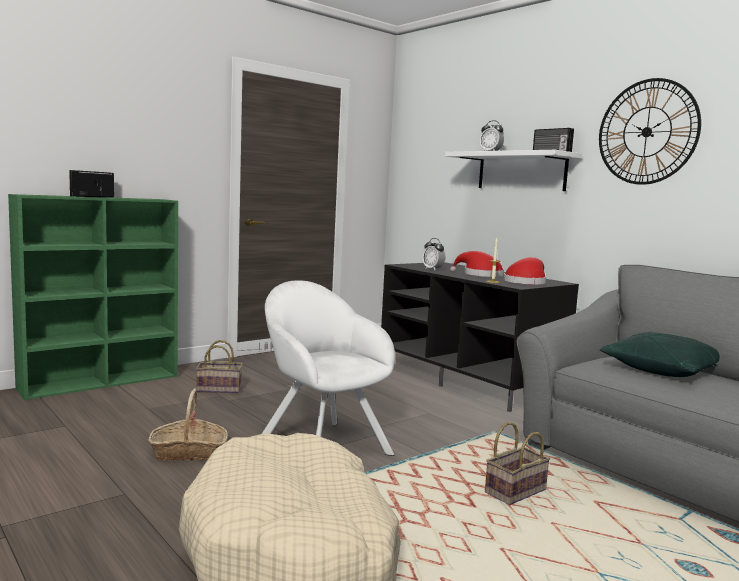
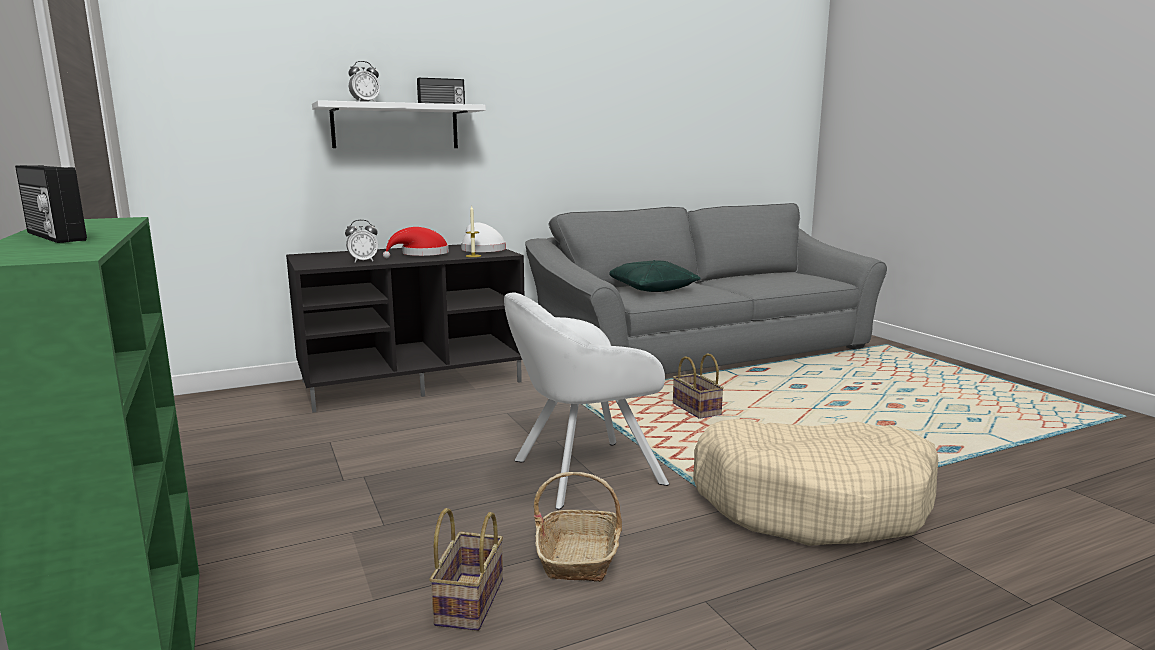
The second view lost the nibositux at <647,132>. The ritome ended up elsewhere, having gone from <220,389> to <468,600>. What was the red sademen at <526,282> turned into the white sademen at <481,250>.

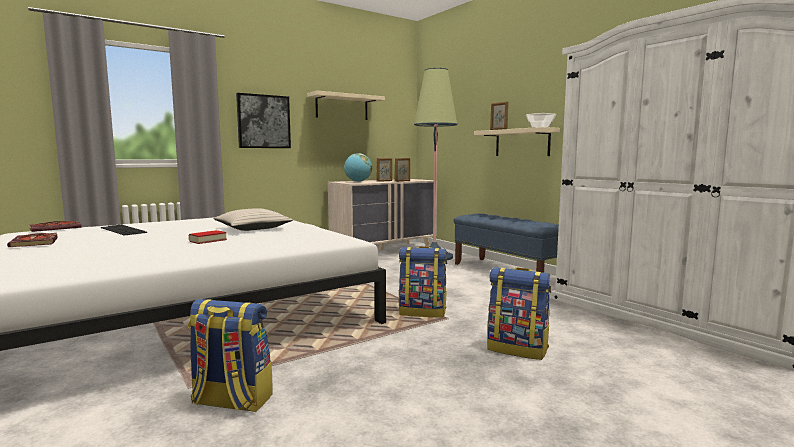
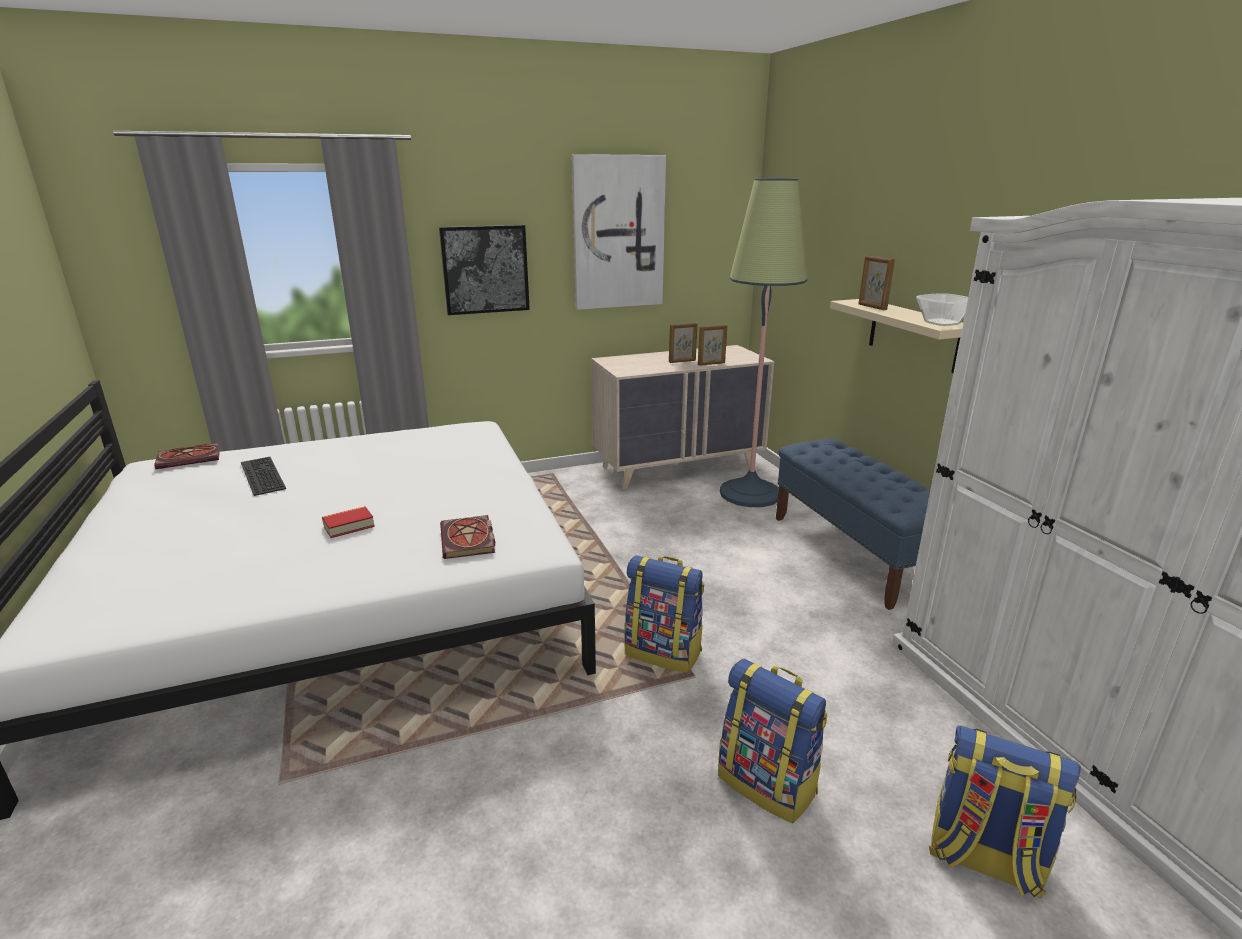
The second view lost the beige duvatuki at <253,228>. The second view lost the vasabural at <358,181>. The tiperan ended up elsewhere, having gone from <35,242> to <469,540>. The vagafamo ended up elsewhere, having gone from <231,401> to <983,859>. Where the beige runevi hung at <342,107>, the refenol came to hang at <618,233>.

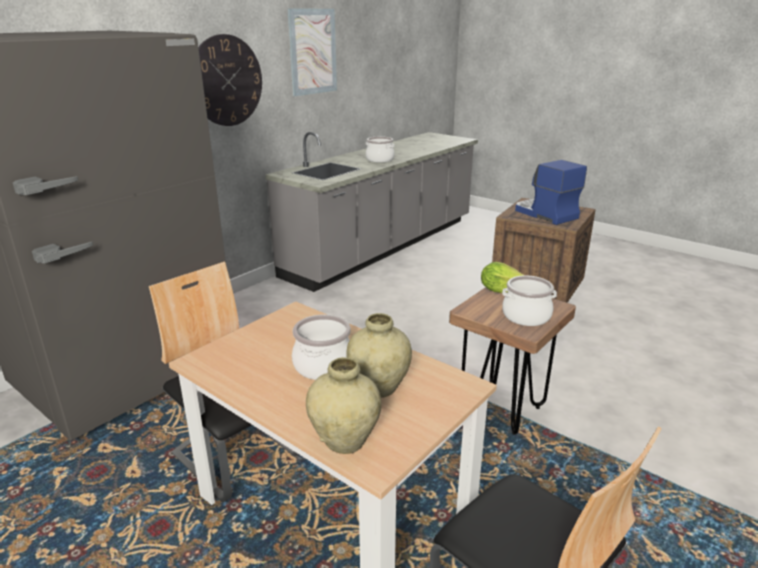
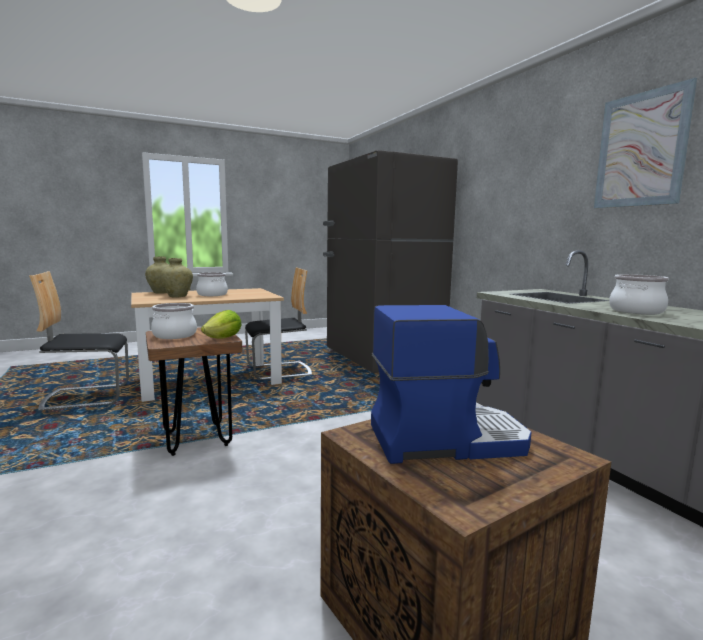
The second view lost the nibositux at <226,81>.

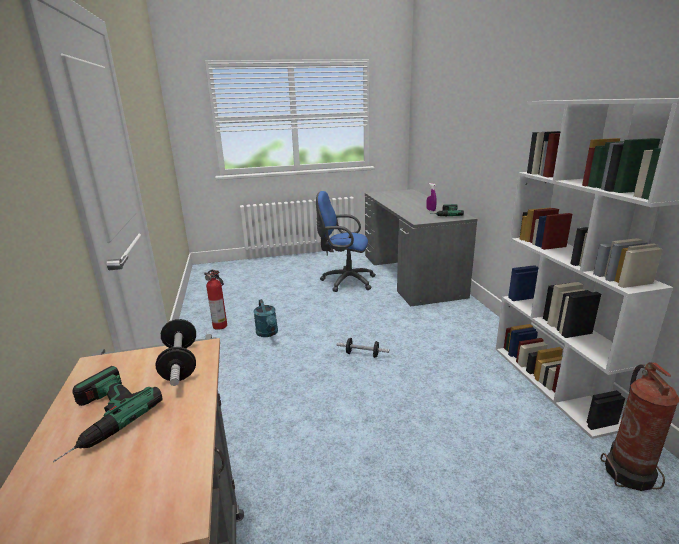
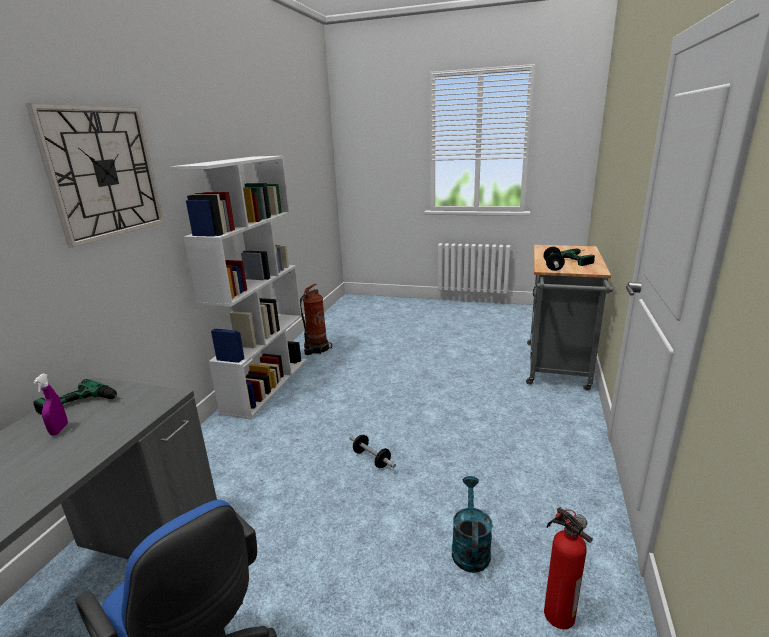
The second view gained the nibositux at <104,172>.

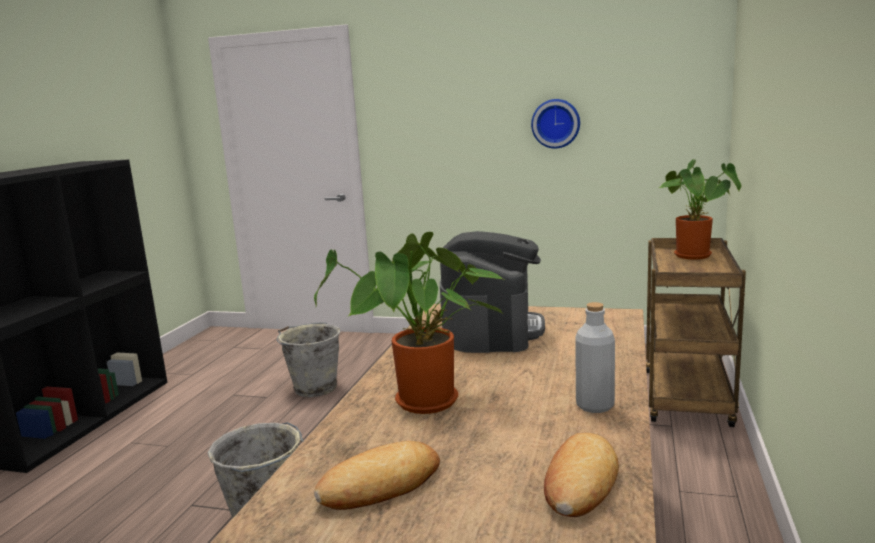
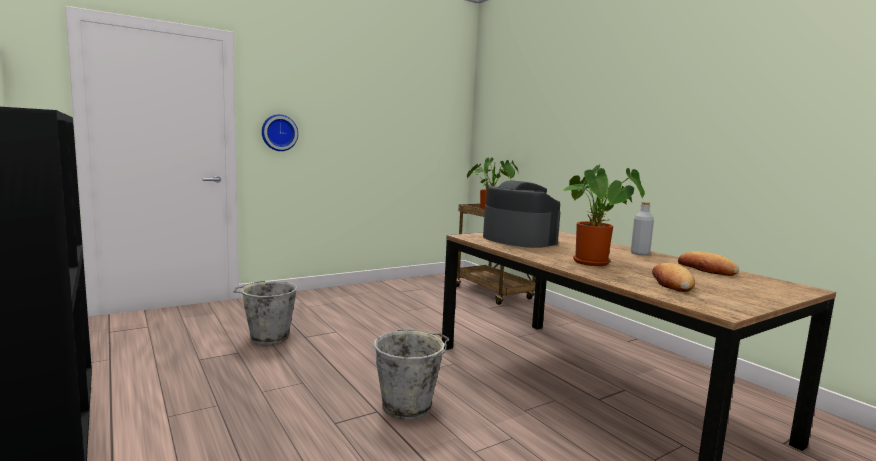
The nibositux ended up elsewhere, having gone from <556,123> to <279,132>.

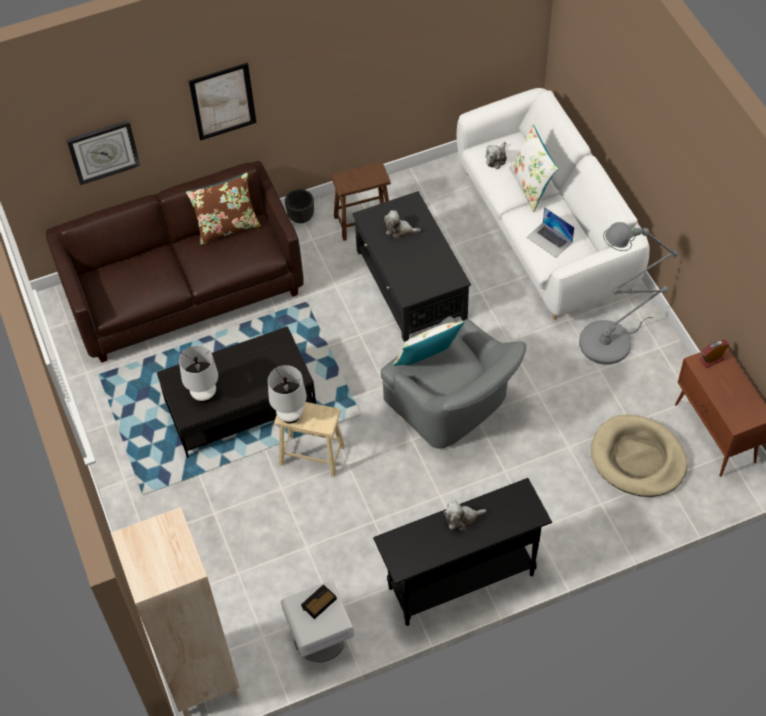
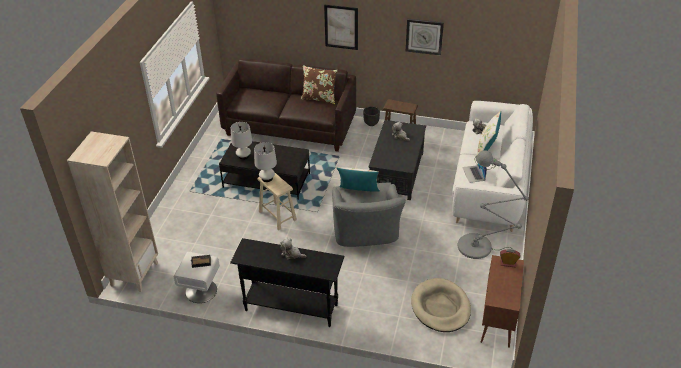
The nibositux ended up elsewhere, having gone from <103,151> to <424,36>.

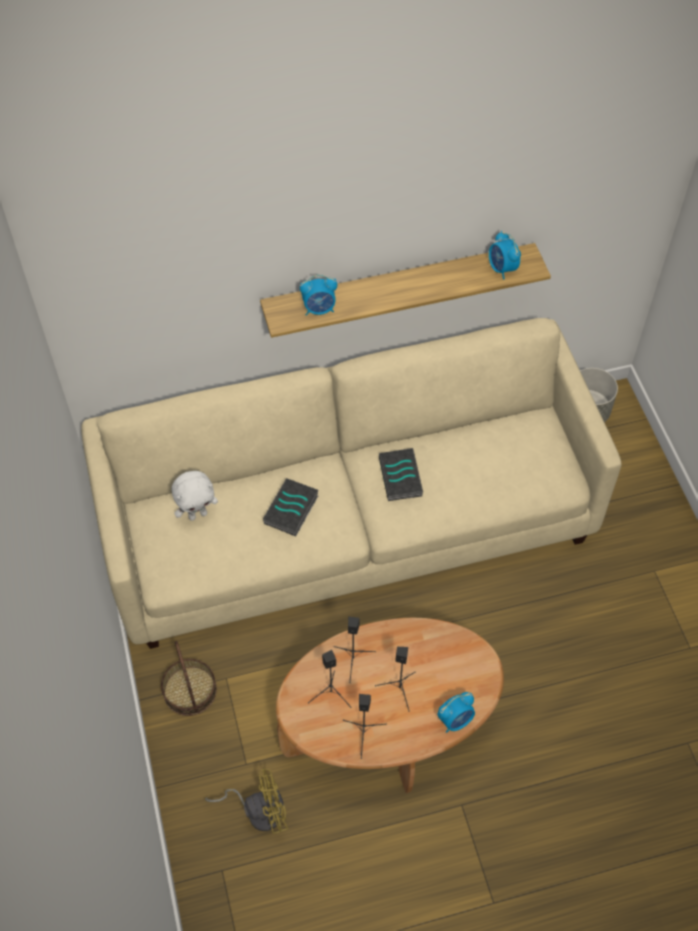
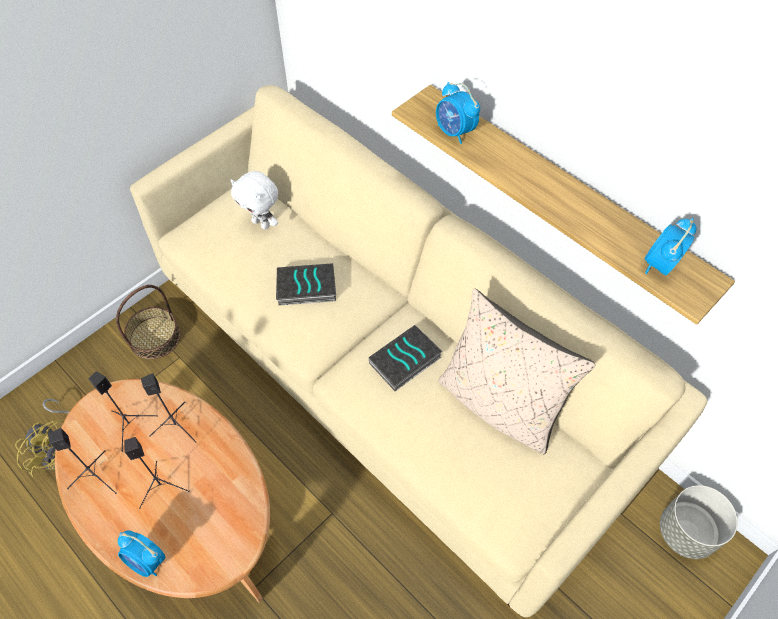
The second view gained the beige duvatuki at <500,404>.

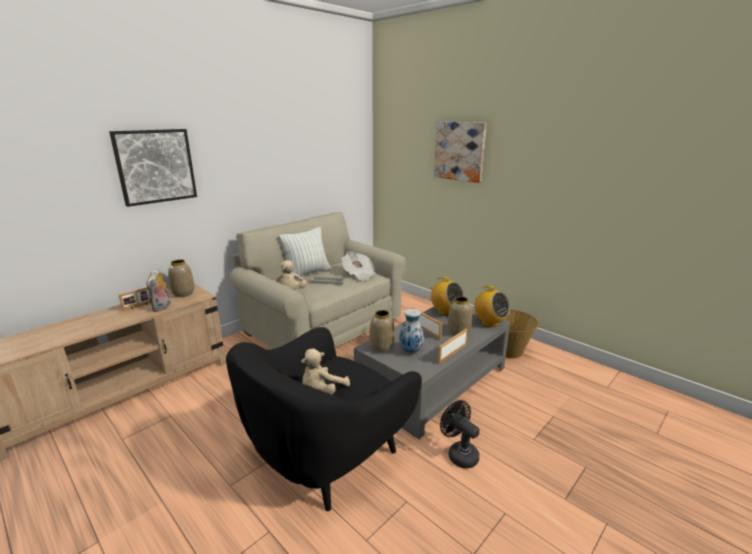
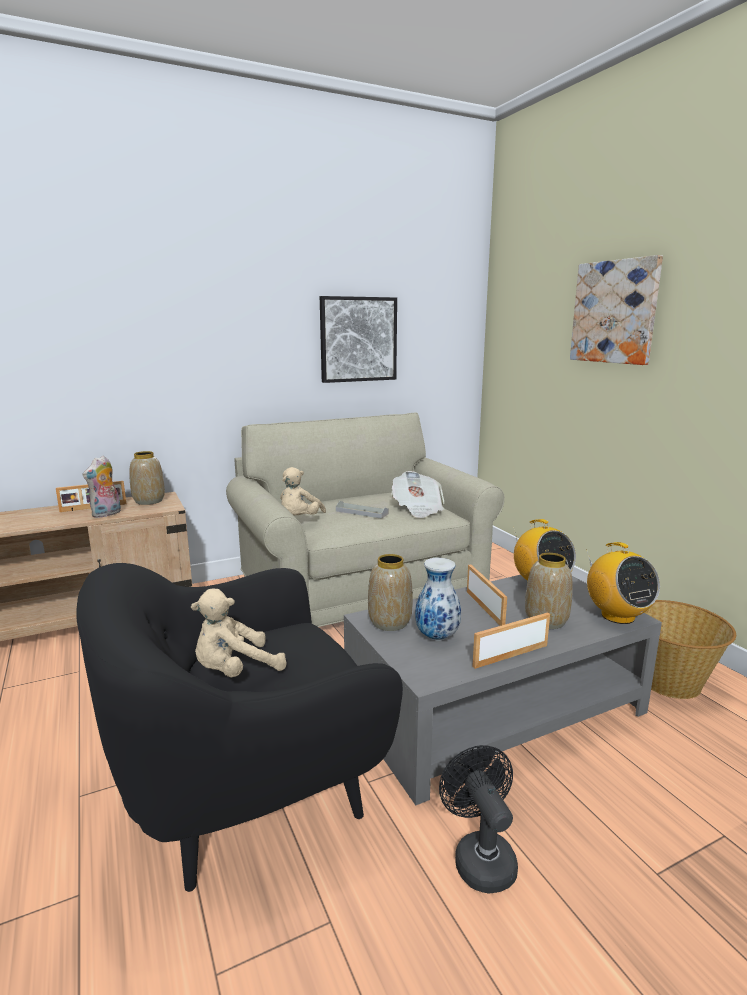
The second view lost the duvatuki at <307,273>. The refenol ended up elsewhere, having gone from <155,166> to <358,339>.

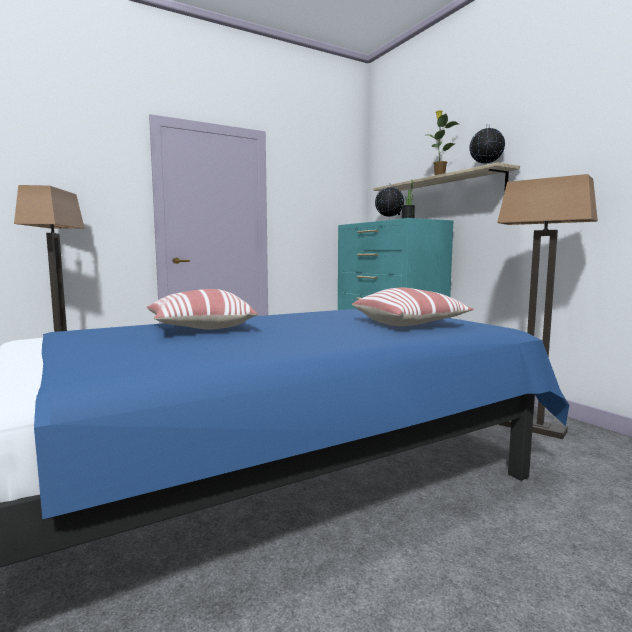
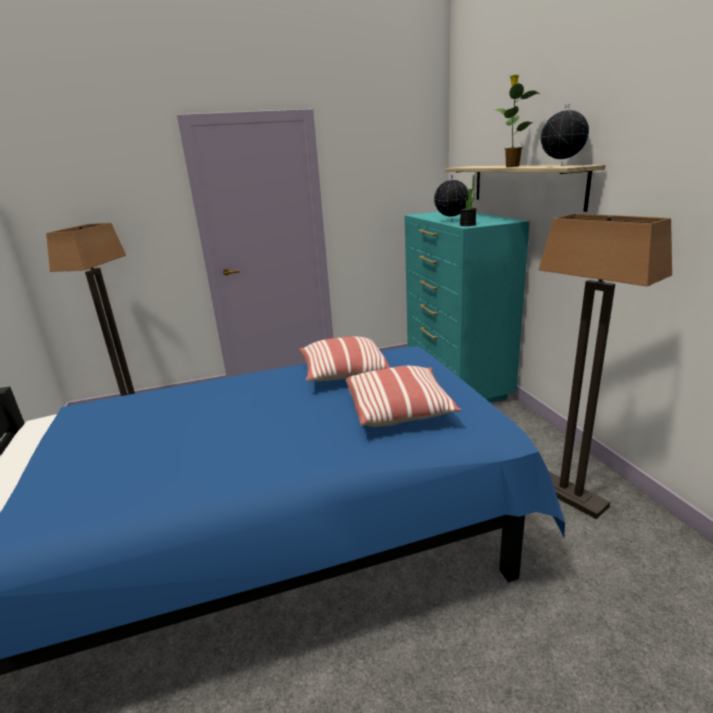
The duvatuki ended up elsewhere, having gone from <199,329> to <343,373>.

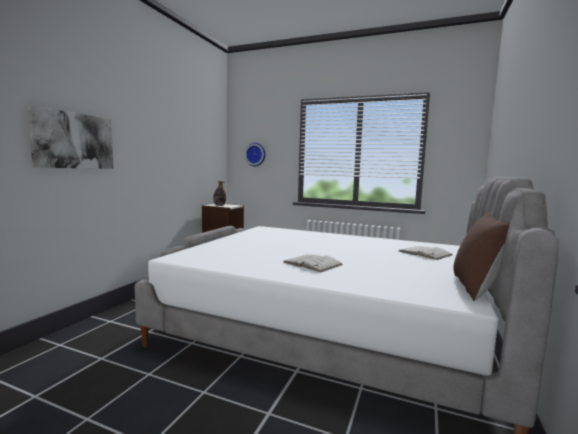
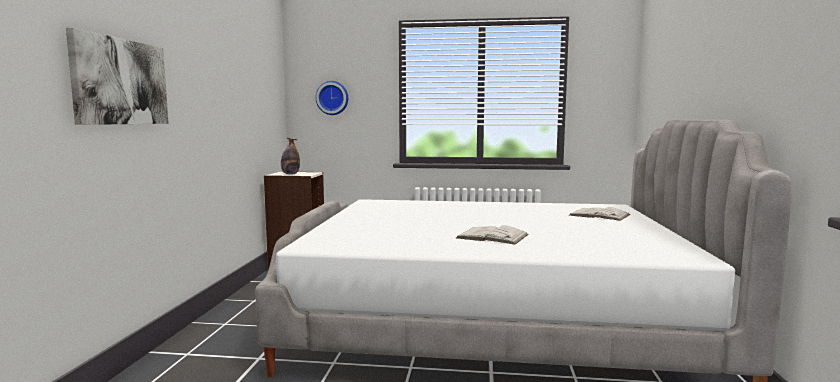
The second view lost the brown duvatuki at <478,288>.

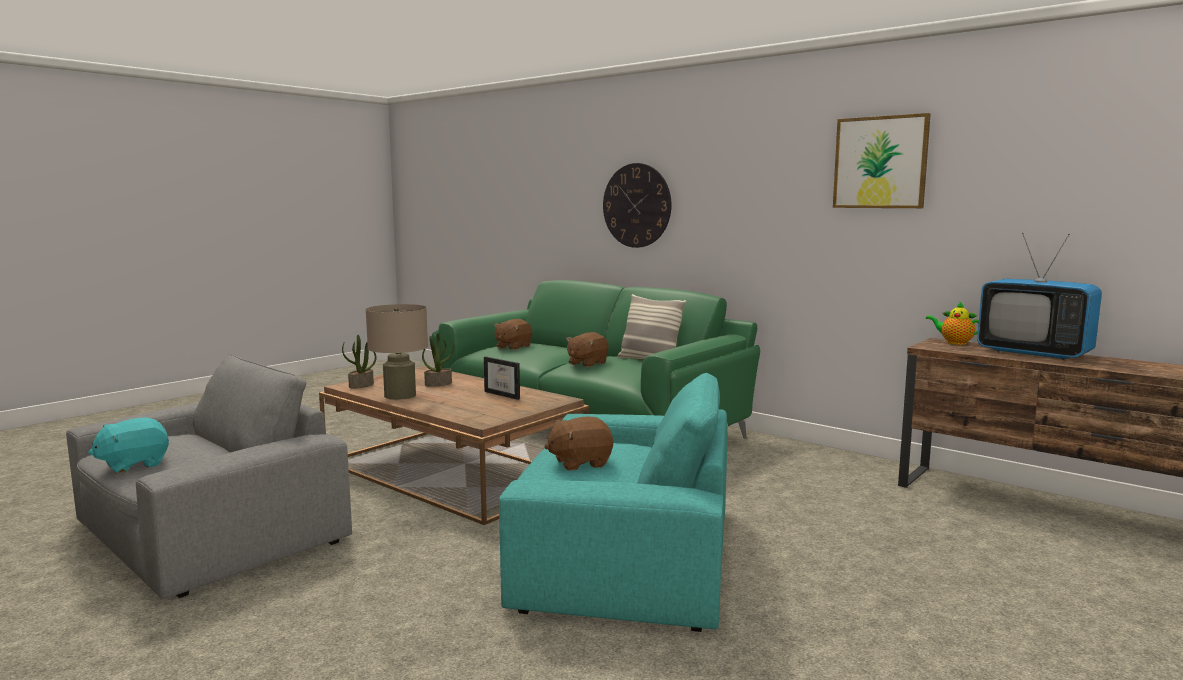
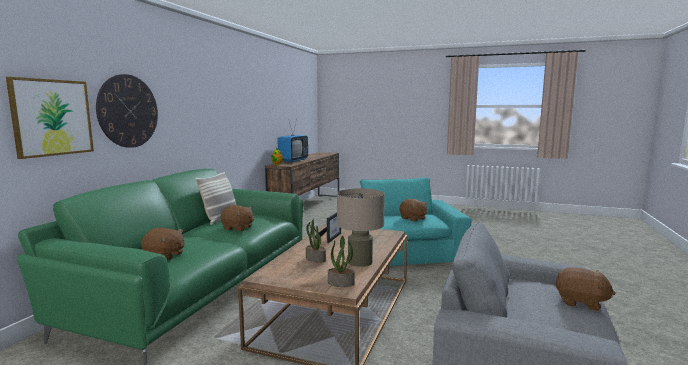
The refenol ended up elsewhere, having gone from <880,162> to <52,117>. What was the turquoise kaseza at <133,465> turned into the brown kaseza at <581,302>.

